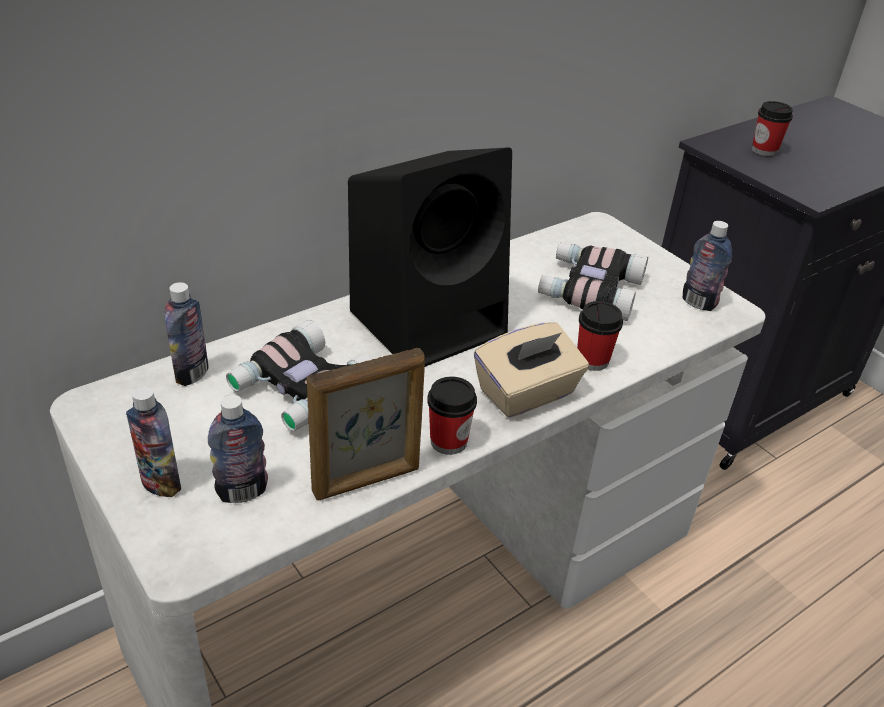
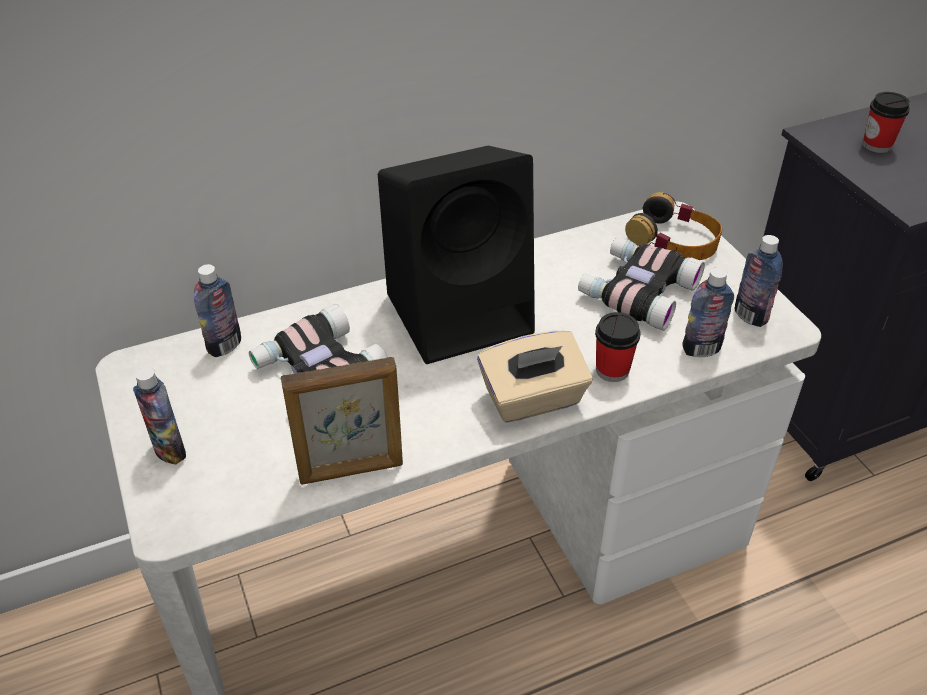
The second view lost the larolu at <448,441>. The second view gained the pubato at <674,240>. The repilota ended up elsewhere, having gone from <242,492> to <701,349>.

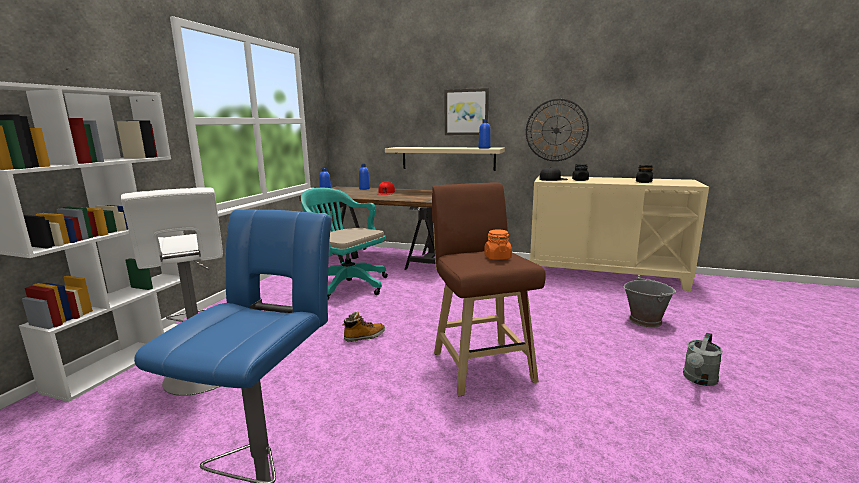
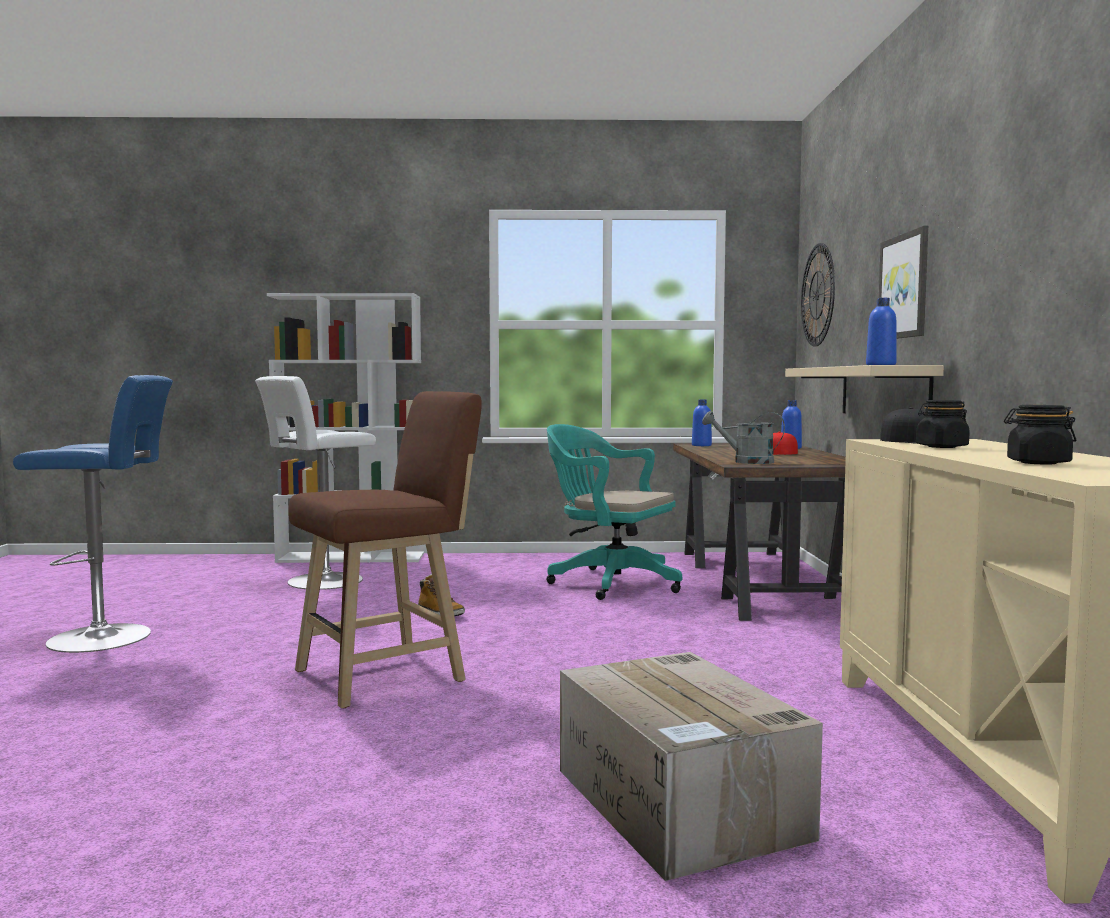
The second view lost the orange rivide at <497,257>. The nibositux ended up elsewhere, having gone from <556,130> to <817,295>. The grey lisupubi ended up elsewhere, having gone from <698,380> to <746,462>. Where the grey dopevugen stood at <645,320>, the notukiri came to stand at <681,804>. The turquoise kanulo at <346,284> ended up facing another way, 75 degrees counterclockwise from before.

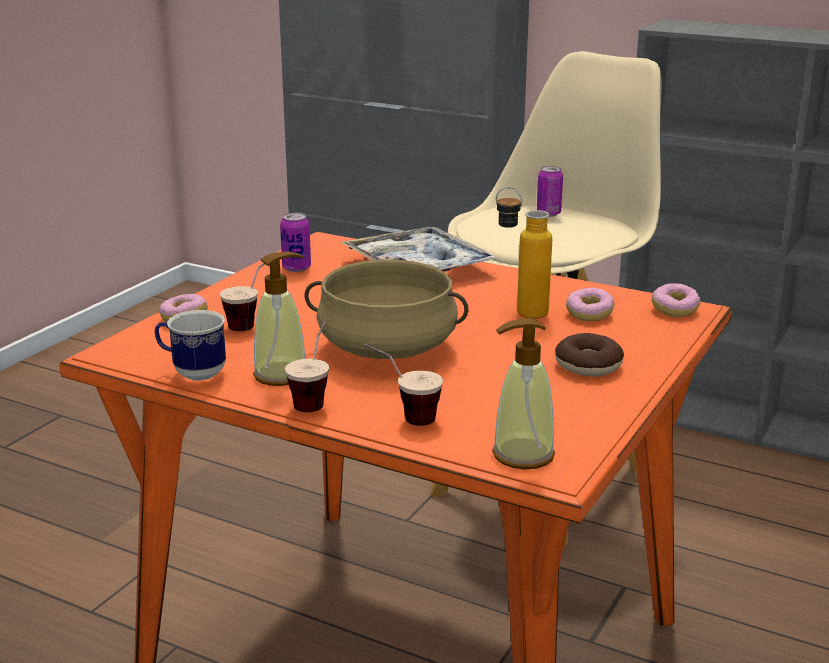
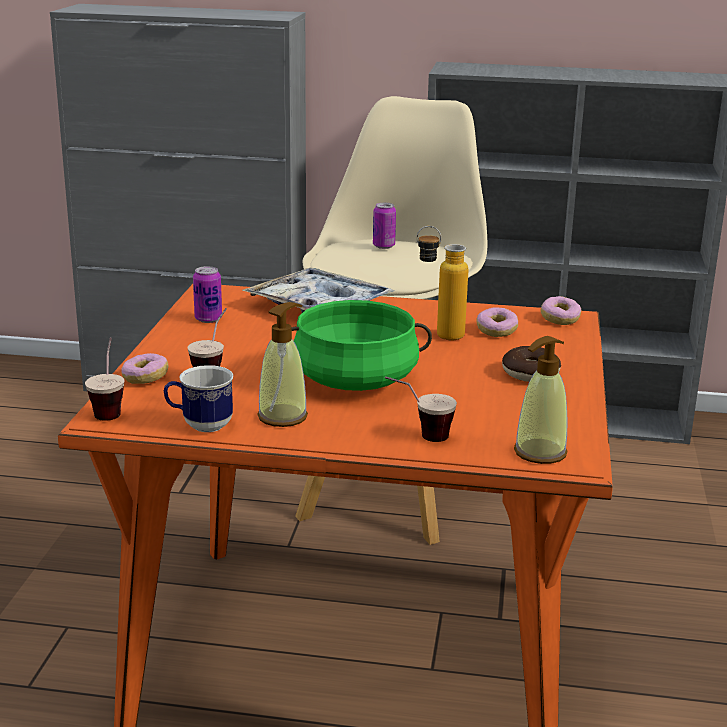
The larolu ended up elsewhere, having gone from <315,398> to <109,409>. What was the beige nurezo at <386,349> turned into the green nurezo at <354,381>.

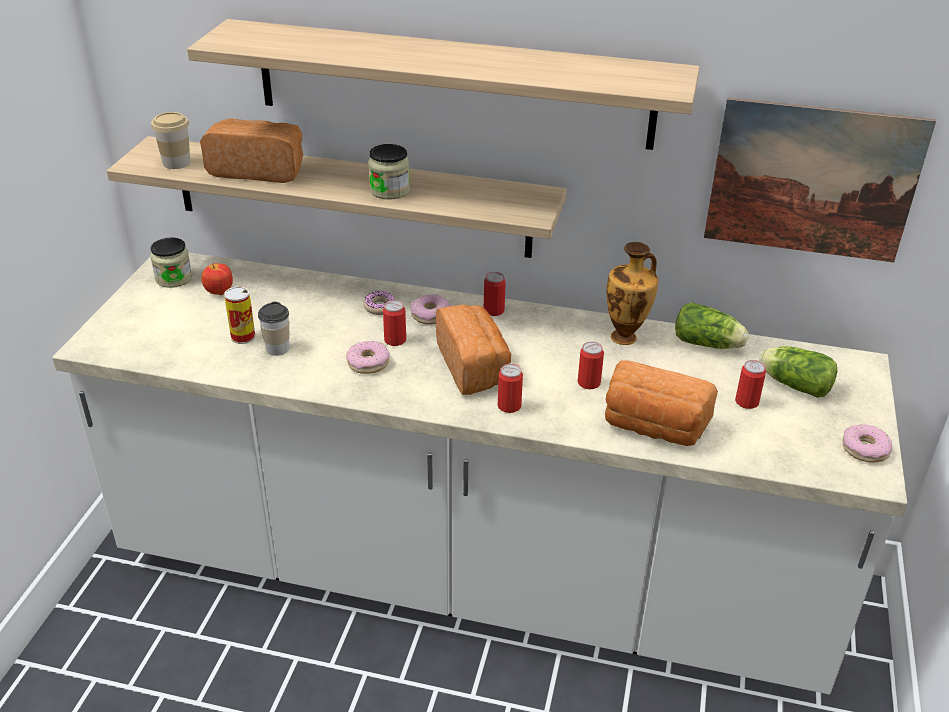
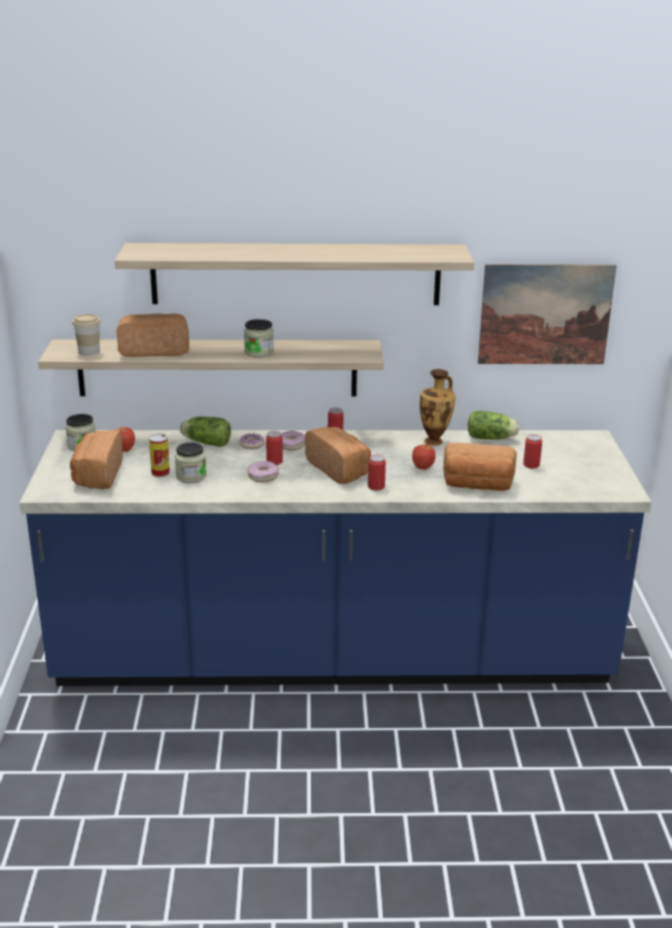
The second view lost the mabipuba at <865,449>. The second view gained the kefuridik at <97,475>. The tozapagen ended up elsewhere, having gone from <792,384> to <205,443>. Where the larolu stood at <277,349>, the rivide came to stand at <191,476>. Where the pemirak stood at <588,383>, the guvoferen came to stand at <423,468>. What was the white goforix at <470,575> turned into the blue goforix at <333,657>.

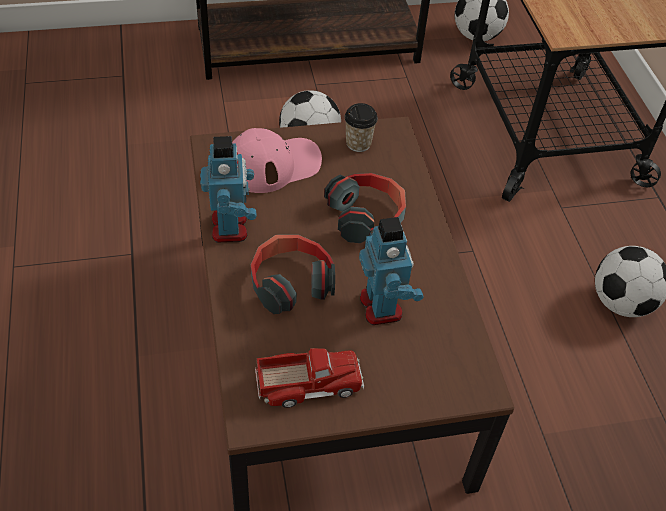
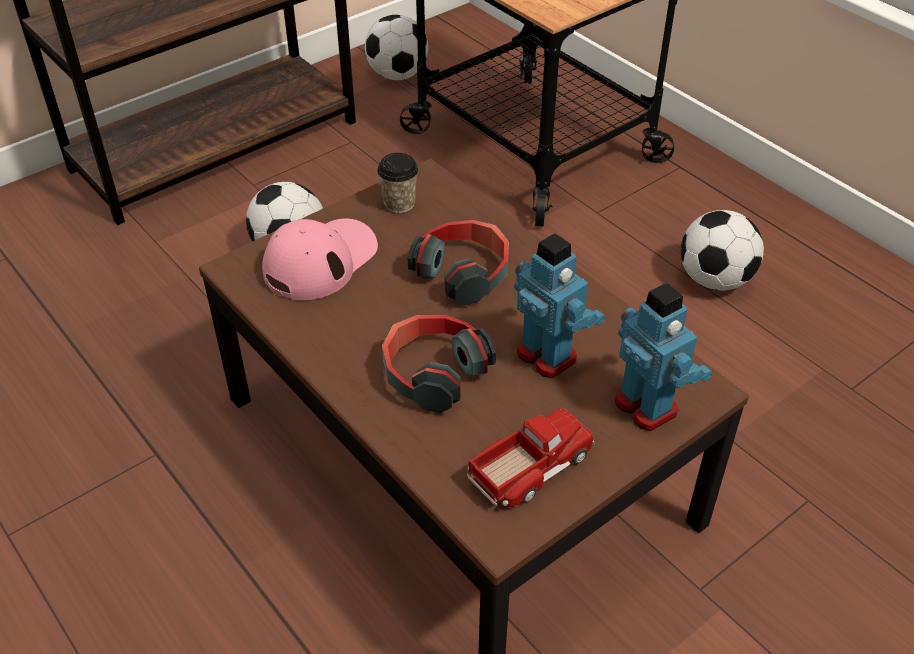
The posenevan ended up elsewhere, having gone from <230,227> to <647,406>.

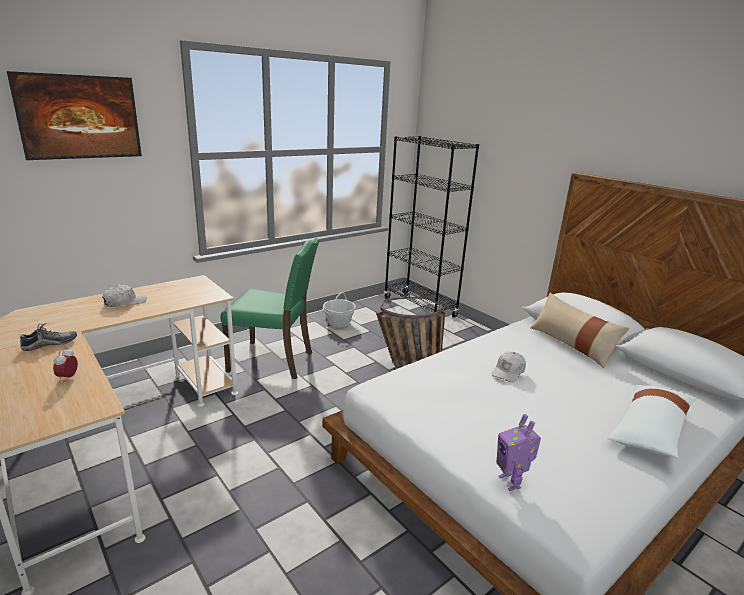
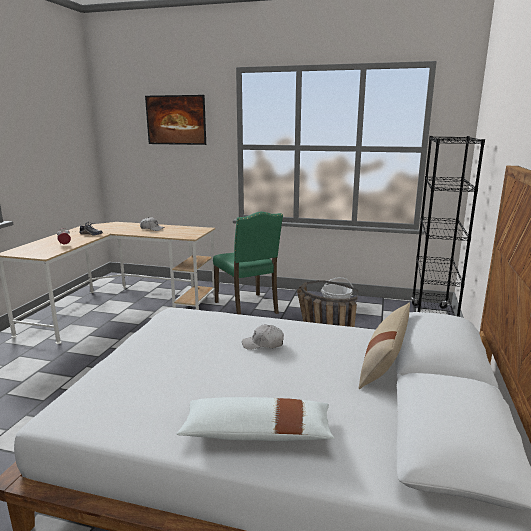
The second view lost the posenevan at <510,482>.

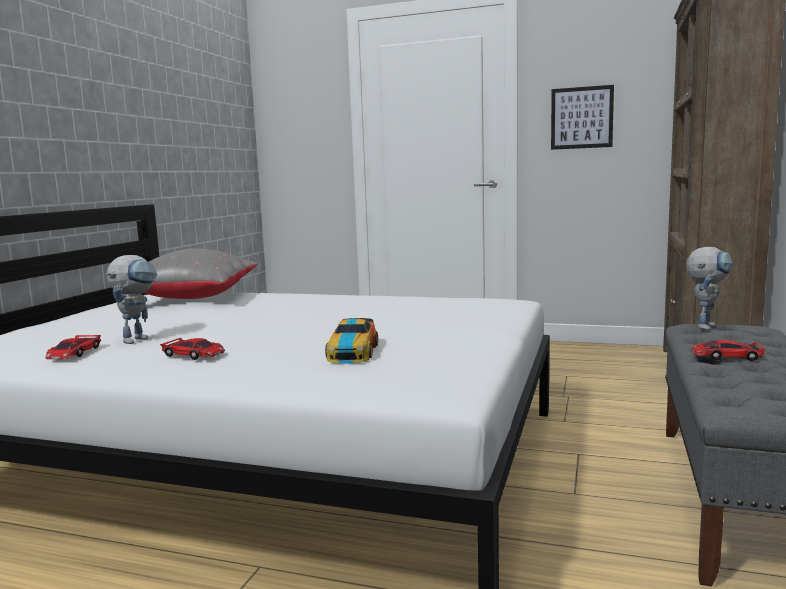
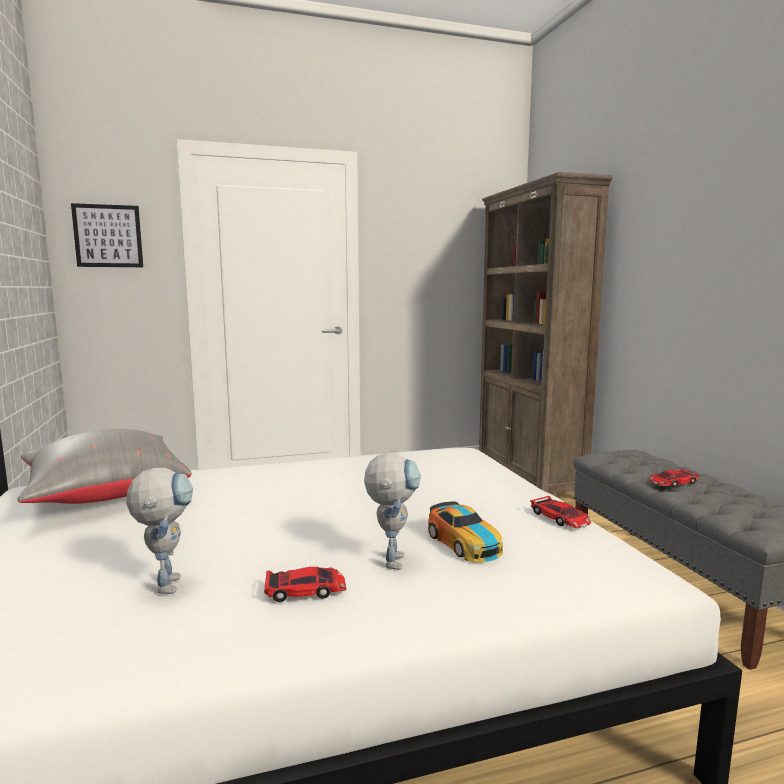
The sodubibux ended up elsewhere, having gone from <74,353> to <560,518>. The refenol ended up elsewhere, having gone from <581,118> to <108,236>. The posenevan ended up elsewhere, having gone from <705,325> to <392,557>.

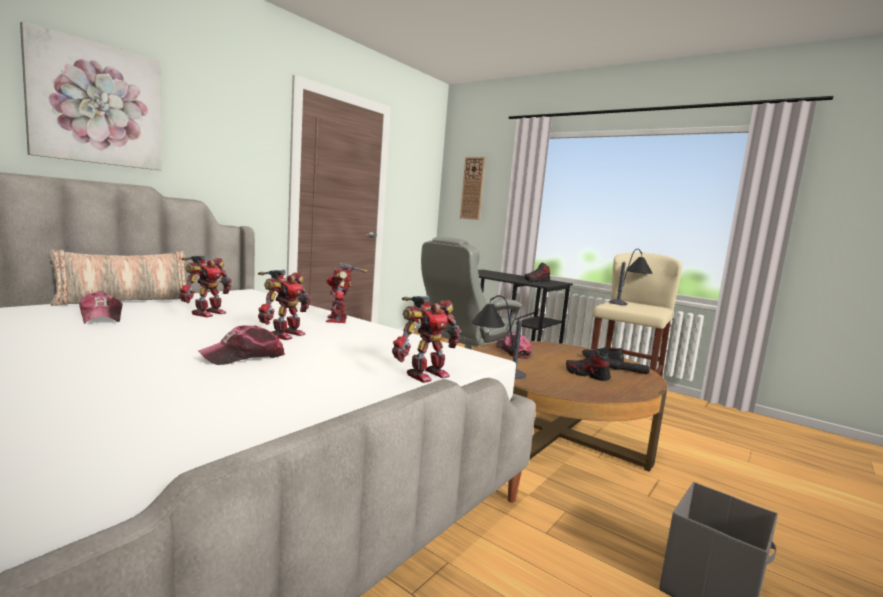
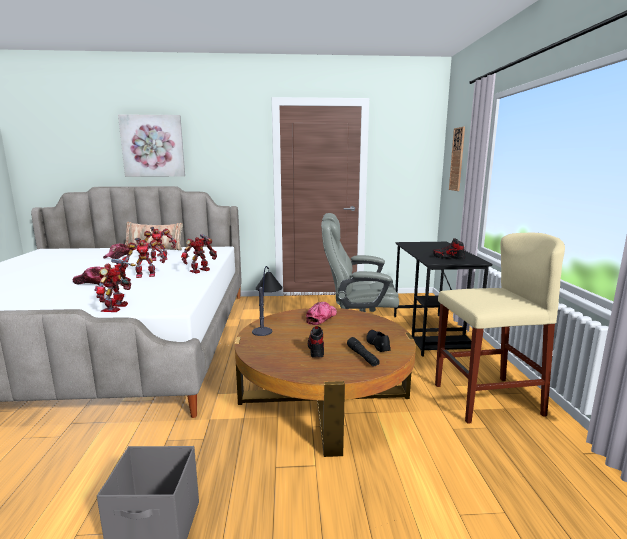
The second view lost the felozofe at <628,302>. The posenevan at <425,374> ended up facing another way, 90 degrees clockwise from before.

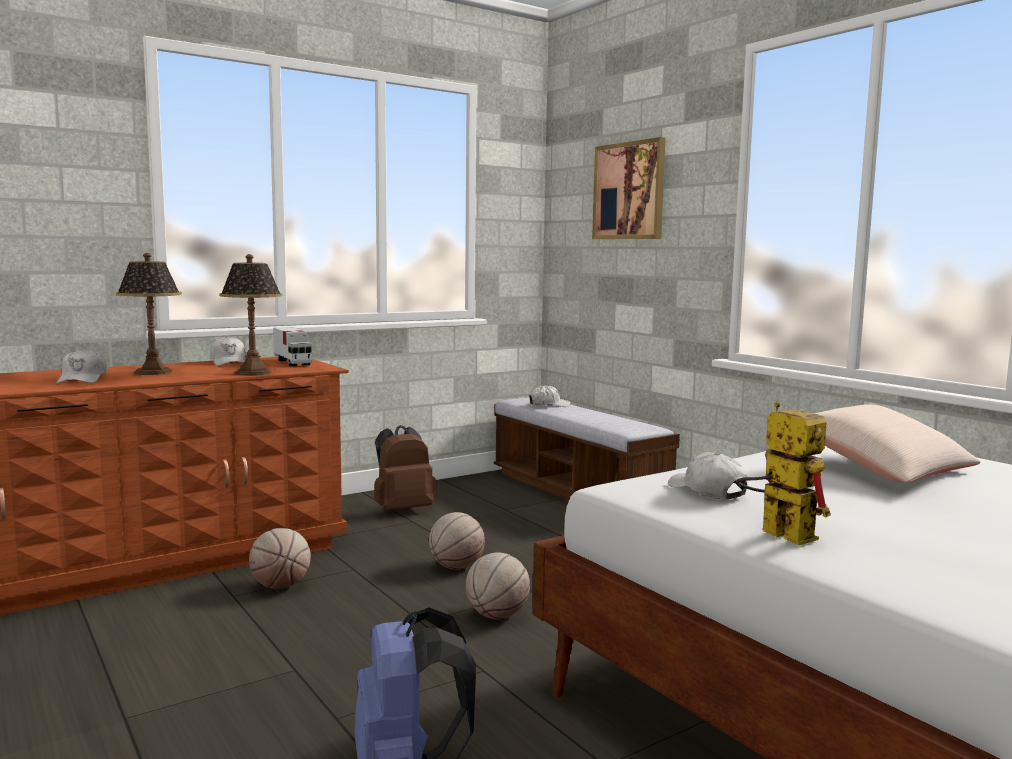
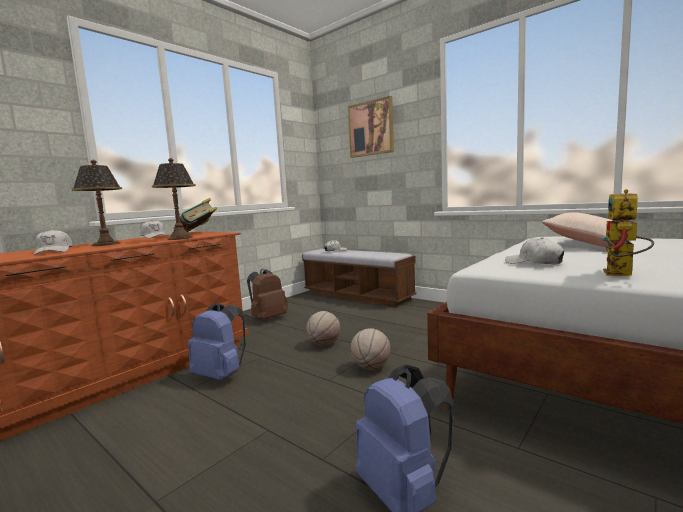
Where the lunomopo stood at <281,586>, the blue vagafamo came to stand at <221,375>. Where the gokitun stood at <292,362>, the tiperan came to stand at <198,233>. The posenevan at <776,533> ended up facing another way, 105 degrees counterclockwise from before.

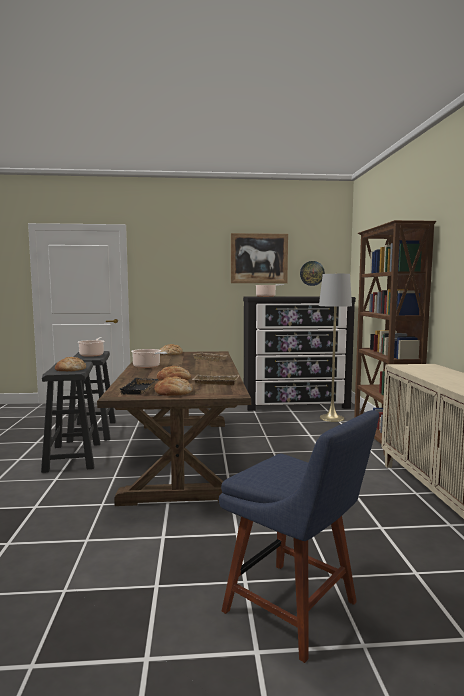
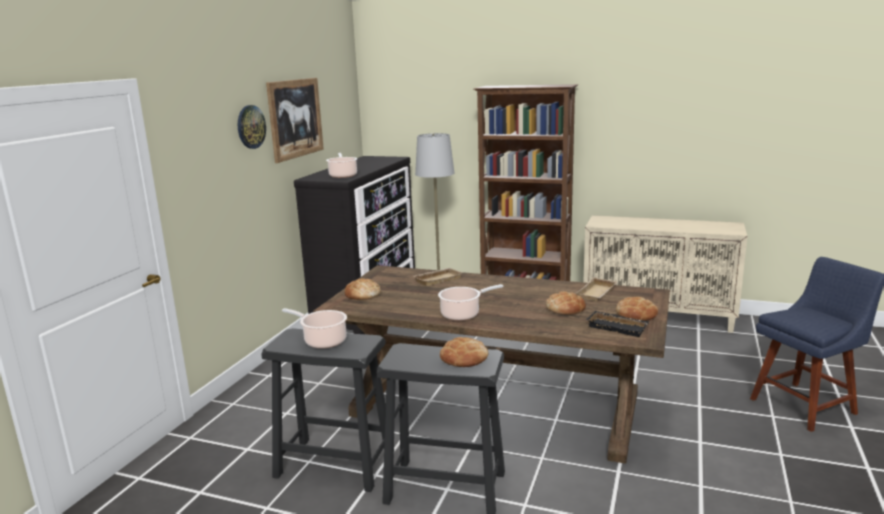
The nibositux ended up elsewhere, having gone from <312,273> to <250,127>.

